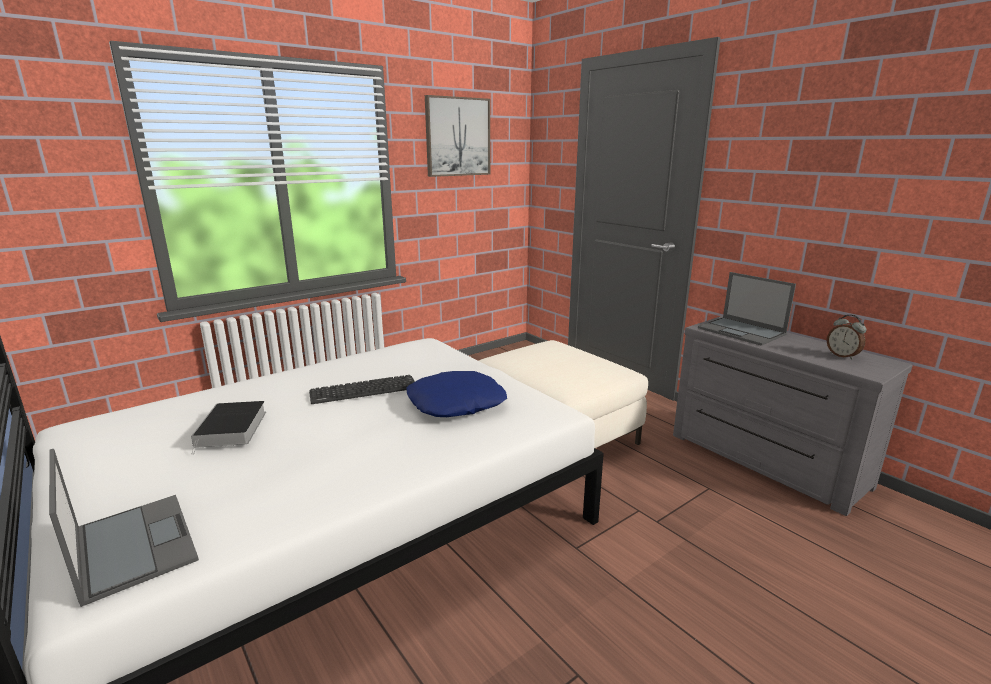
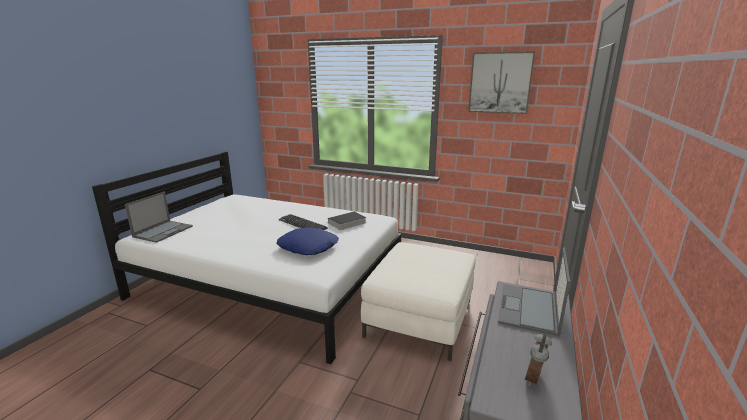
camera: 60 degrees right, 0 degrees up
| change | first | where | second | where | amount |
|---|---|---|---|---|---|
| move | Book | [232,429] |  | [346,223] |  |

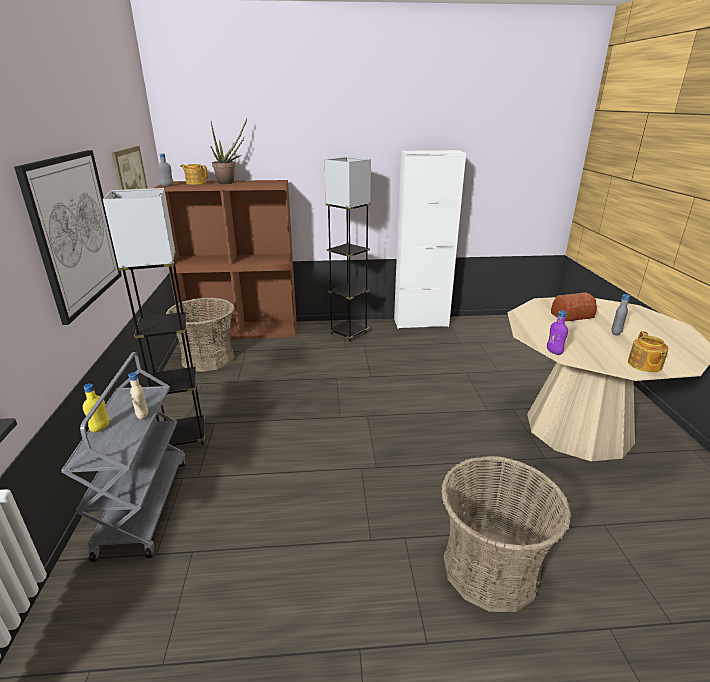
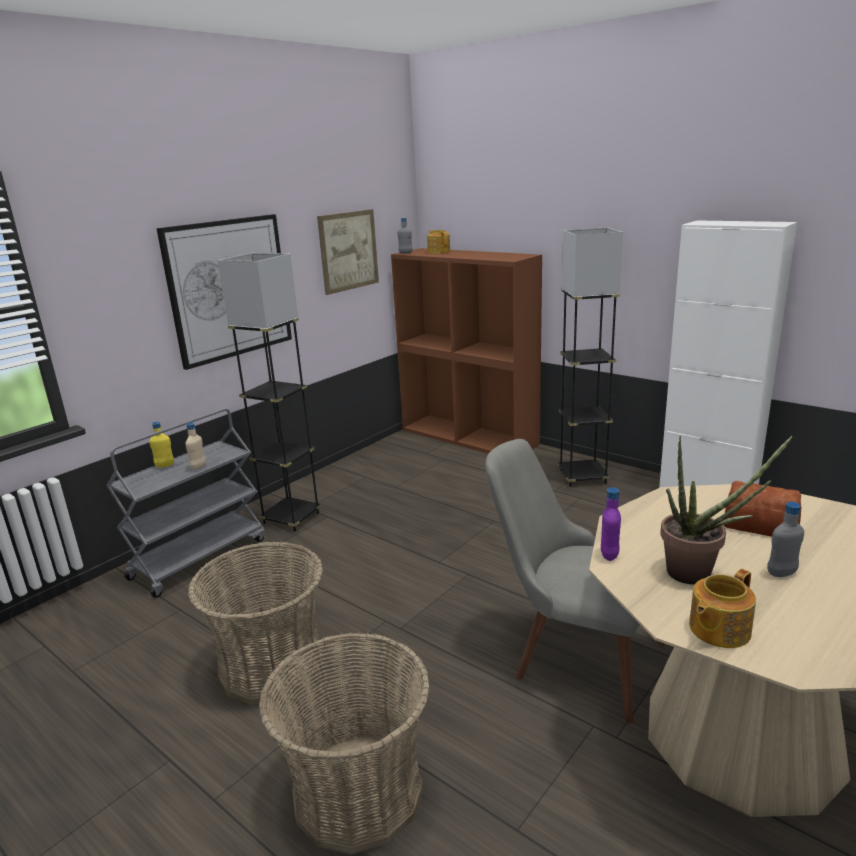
camera: 45 degrees right, 5 degrees down
| change | first | where | second | where | amount |
|---|---|---|---|---|---|
| move | Basket | [208,358] |  | [272,665] |  |
| insert |  |  | GreyChair | [571,655] |  |
| move | PottedPlant | [229,182] |  | [699,574] |  |

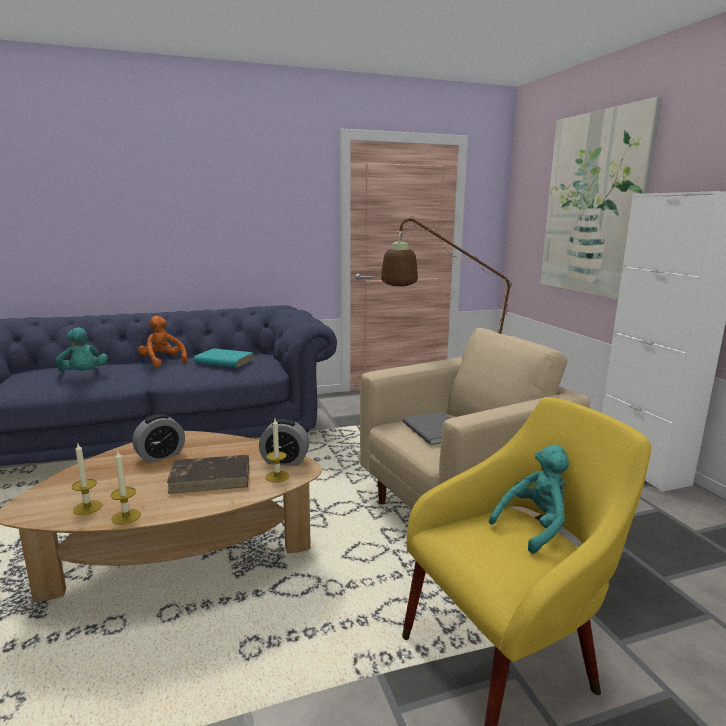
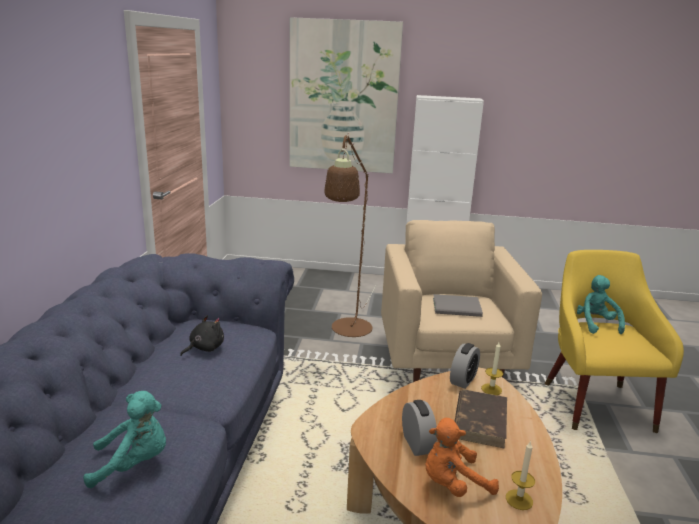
camera: 65 degrees left, 5 degrees up
| change | first | where | second | where | amount |
|---|---|---|---|---|---|
| replace | TurquoiseBook | [224,361] | BlackPlushToy | [204,348] |  |
| move | OrangePlushToy | [162,362] |  | [453,484] |  |
| delete | Candle | [126,517] |  |  |  |

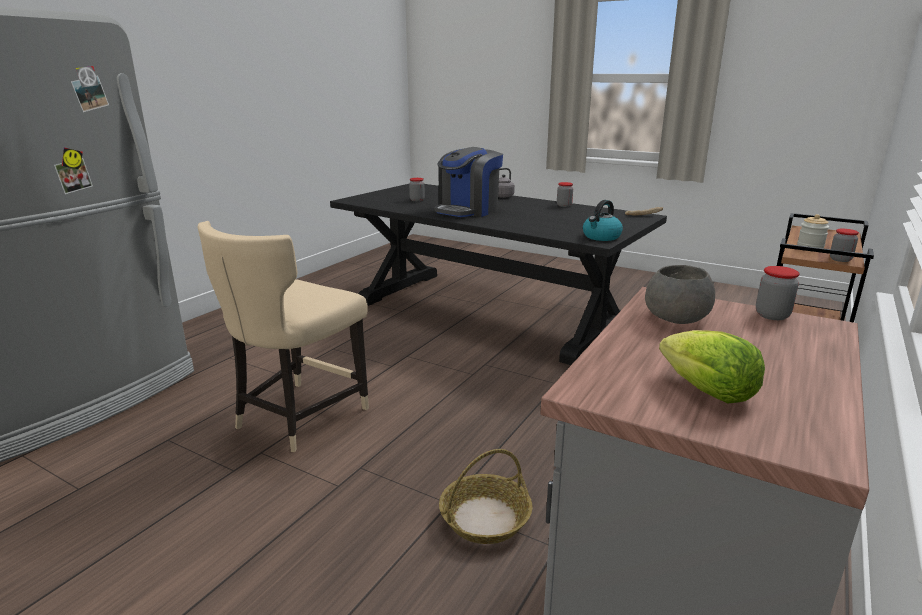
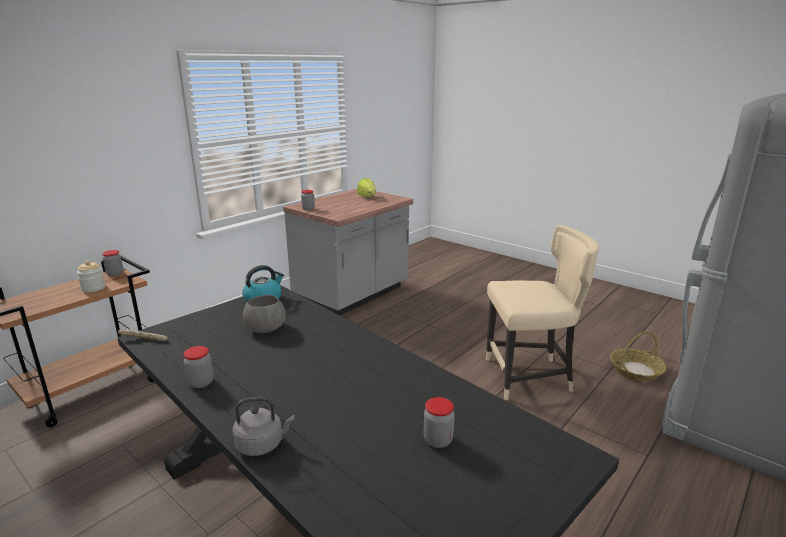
camera: 170 degrees left, 0 degrees up
| change | first | where | second | where | amount |
|---|---|---|---|---|---|
| move | GreyBowl | [677,317] |  | [264,328] |  |
| rotate | BeigeChair | [298,417] |  | [530,377] | 45 degrees clockwise |
| move | Basket | [485,519] |  | [635,370] |  |
| delete | CoffeeMachine | [468,210] |  |  |  |

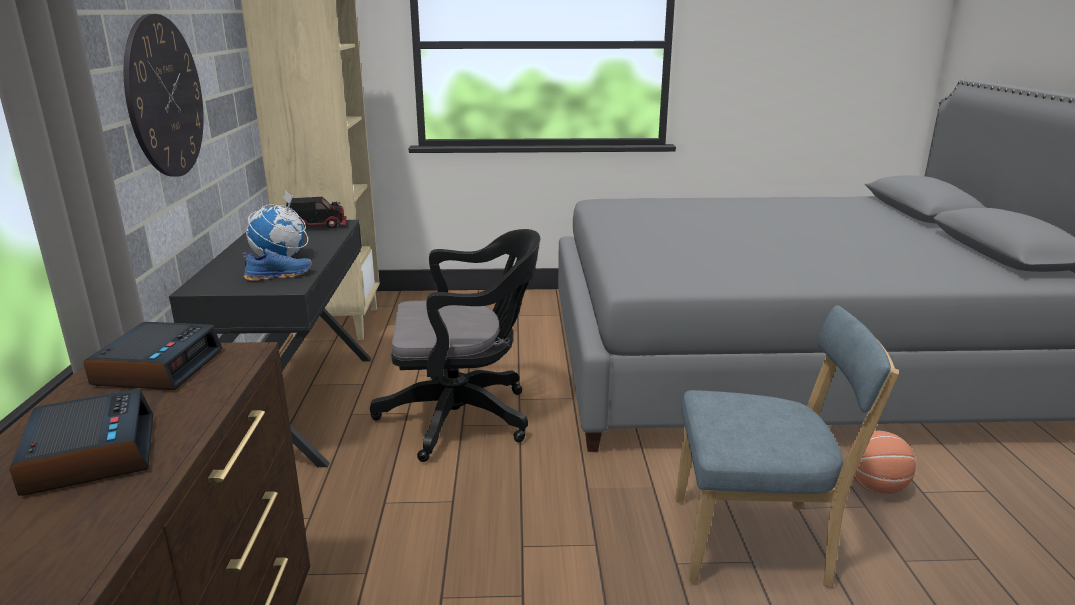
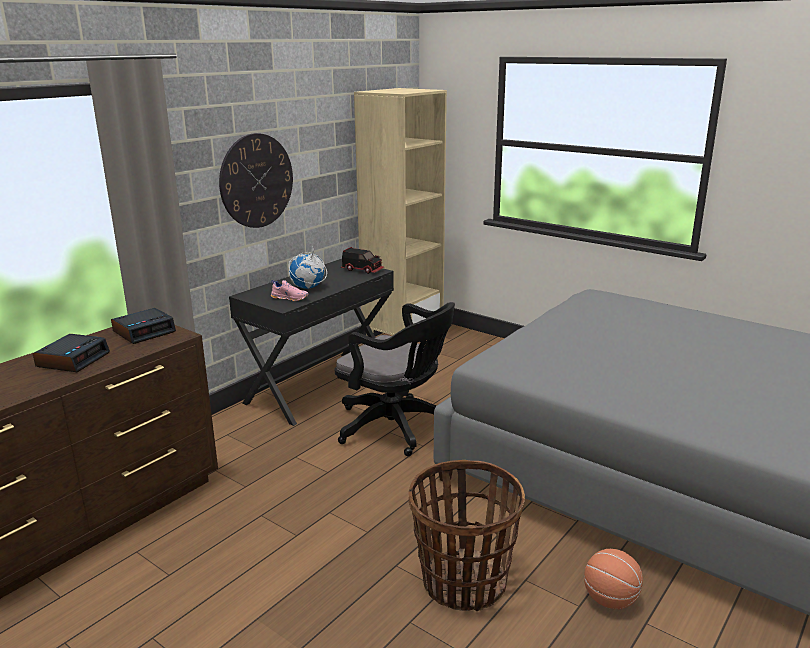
camera: 40 degrees right, 0 degrees up
| change | first | where | second | where | amount |
|---|---|---|---|---|---|
| recolor | BlueShoe | [279,275] | PinkShoe | [290,298] |  |
| replace | BlueChair | [757,542] | Basket | [463,582] |  |

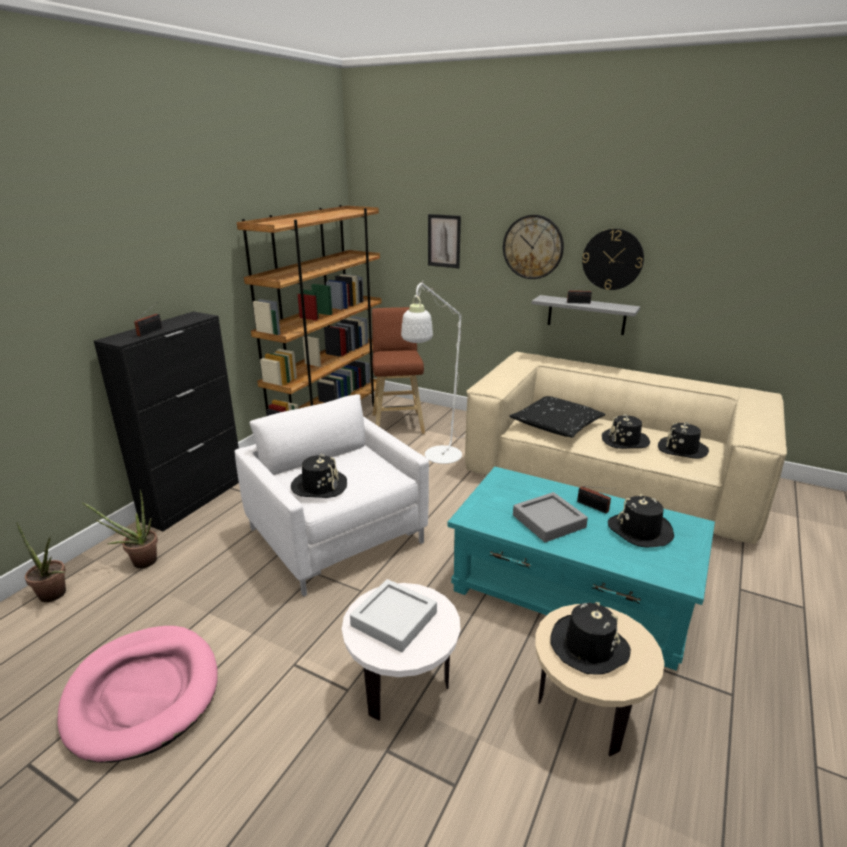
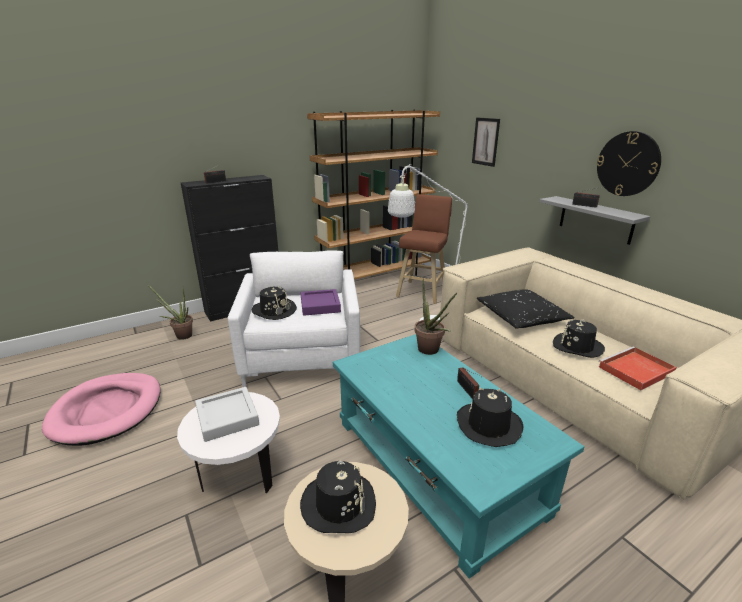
camera: 30 degrees right, 0 degrees up
| change | first | where | second | where | amount |
|---|---|---|---|---|---|
| insert |  |  | PurpleTray | [320,306] |  |
| move | PottedPlant | [55,596] |  | [431,351] |  |
| replace | BlackHat | [682,449] | RedTray | [635,371] |  |
| delete | WallClock | [533,247] |  |  |  |
| delete | GreyTray | [548,521] |  |  |  |

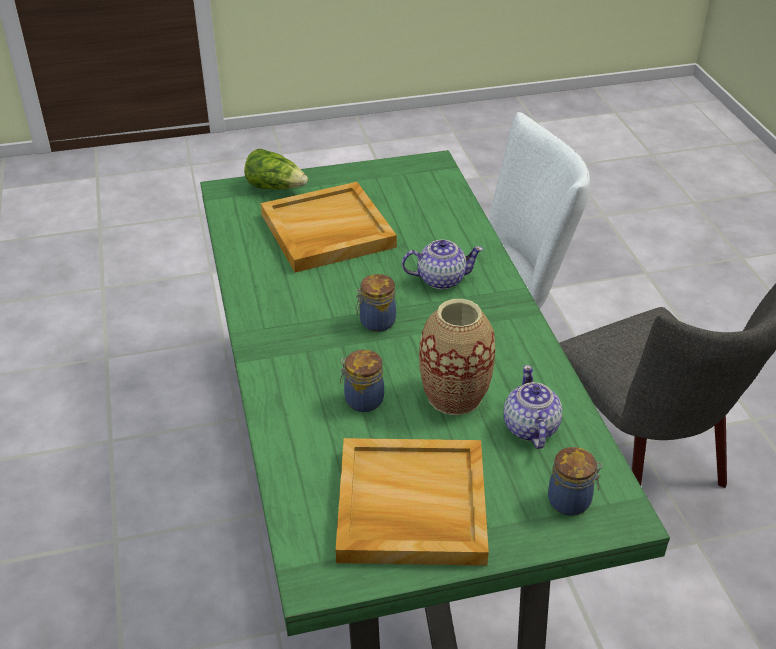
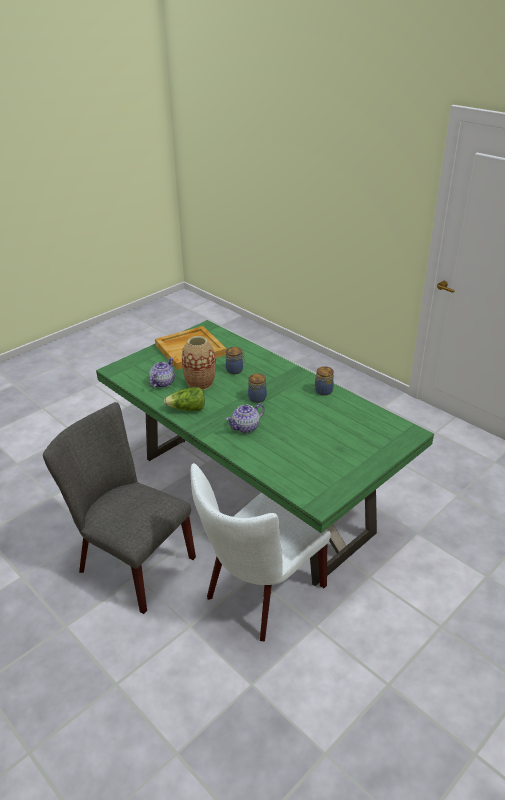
camera: 150 degrees right, 5 degrees down
| change | first | where | second | where | amount |
|---|---|---|---|---|---|
| rotate | Teapot | [530,428] |  | [162,383] | 120 degrees counterclockwise |
| move | Lettuce | [276,187] |  | [187,409] |  |
| move | Jar | [571,501] |  | [323,391] |  |
| delete | BeigeTray | [327,232] |  |  |  |

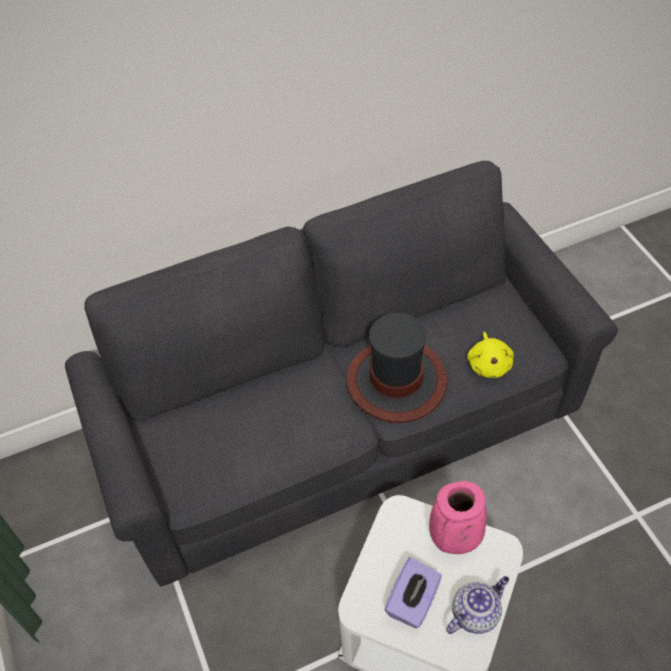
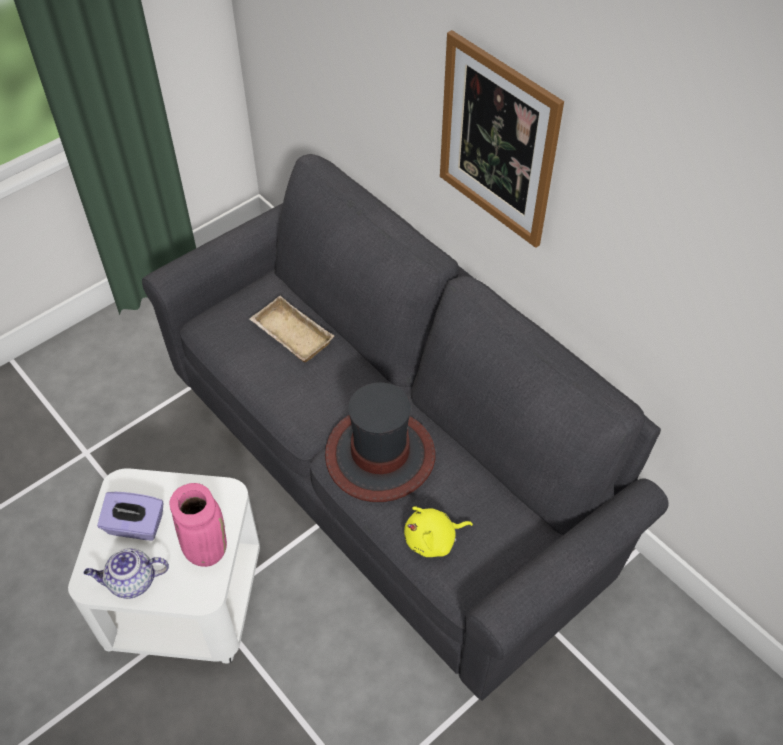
camera: 70 degrees right, 0 degrees up
| change | first | where | second | where | amount |
|---|---|---|---|---|---|
| rotate | Teapot | [475,613] |  | [131,582] | 135 degrees clockwise |
| insert |  |  | BeigeTray | [289,335] |  |
| insert |  |  | Picture | [497,141] |  |

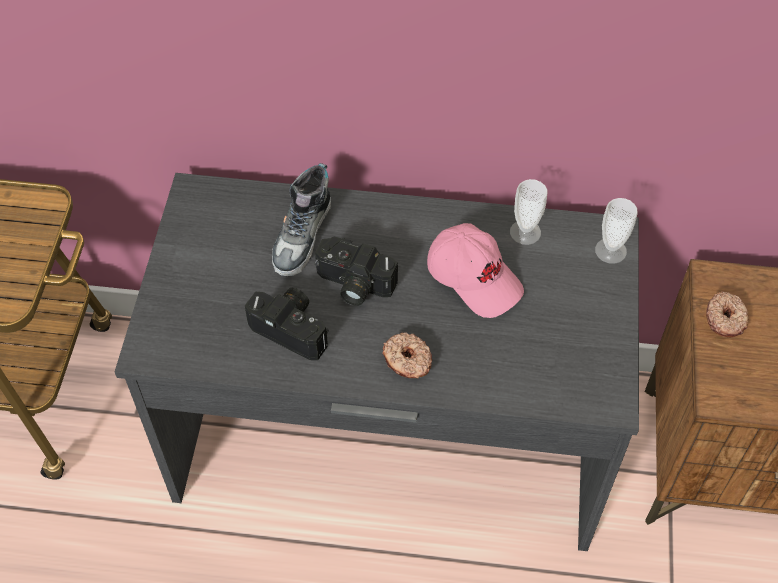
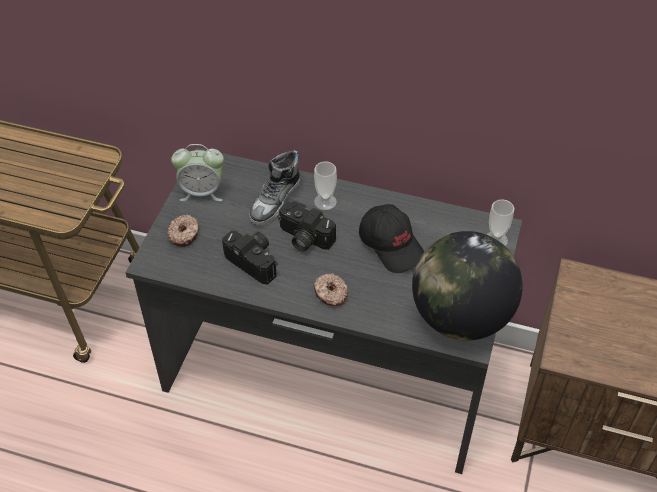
camera: 10 degrees right, 5 degrees down
| change | first | where | second | where | amount |
|---|---|---|---|---|---|
| move | Donut | [725,319] |  | [184,234] |  |
| insert |  |  | AlarmClock | [202,192] |  |
| move | Cup | [525,232] |  | [325,202] |  |
| recolor | PinkCap | [474,278] | BlackCap | [392,245] |  |
| insert |  |  | Globe | [460,317] |  |

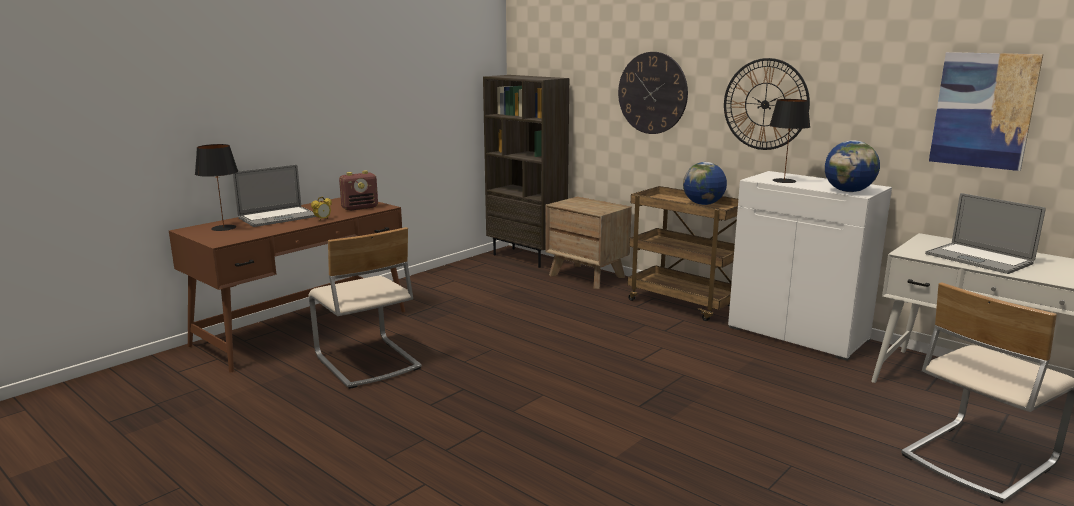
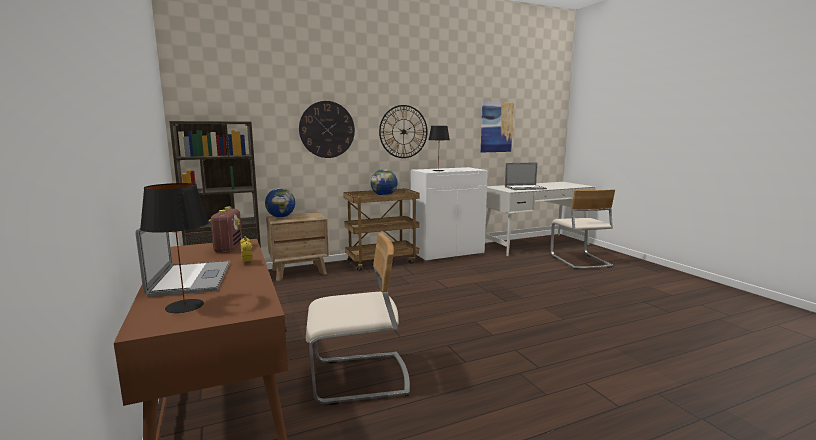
camera: 65 degrees left, 5 degrees down
| change | first | where | second | where | amount |
|---|---|---|---|---|---|
| move | Globe | [848,191] |  | [281,217] |  |

